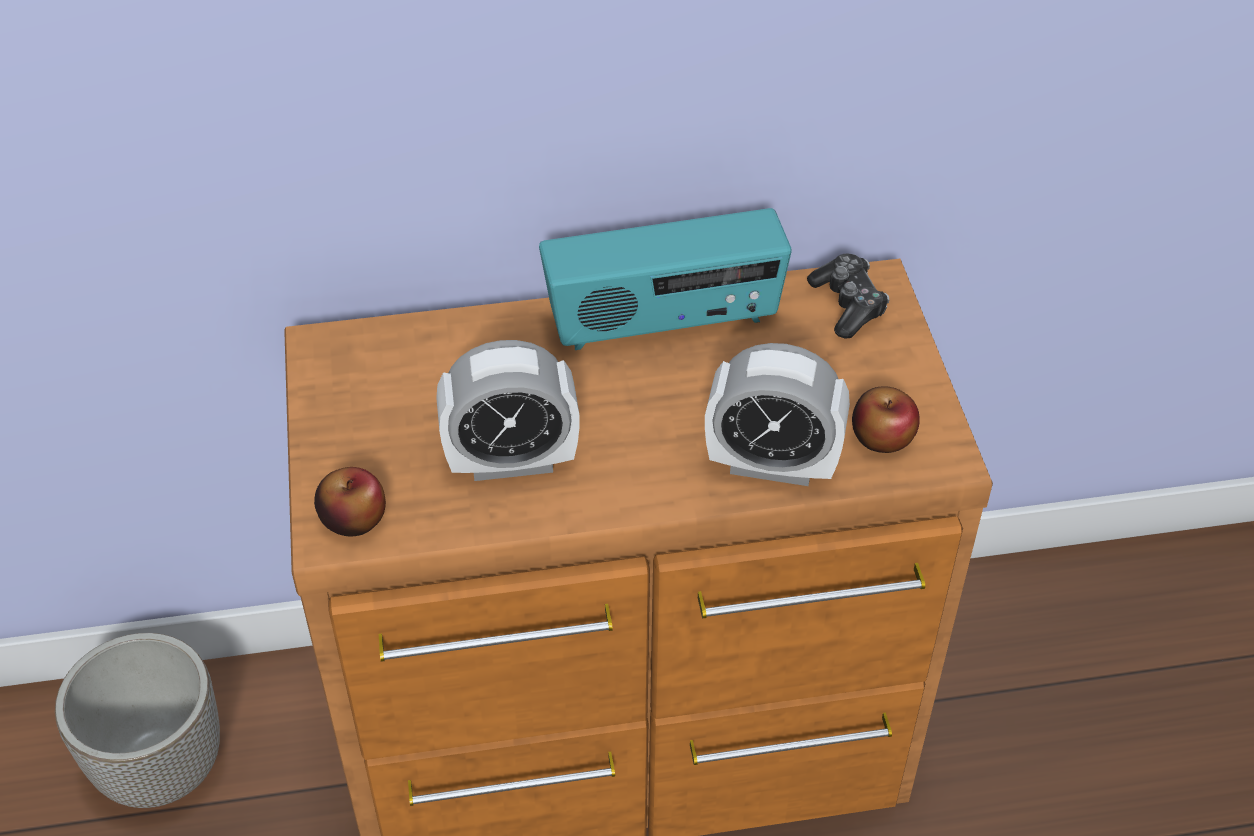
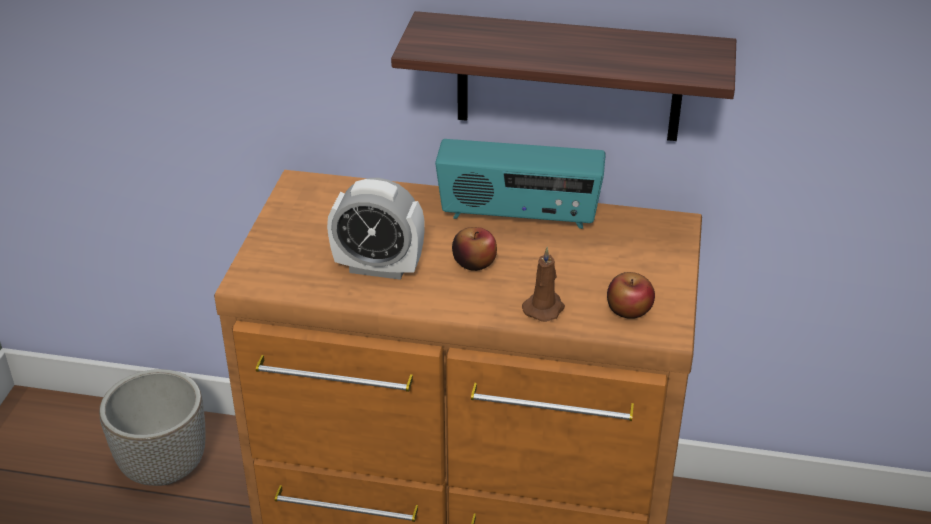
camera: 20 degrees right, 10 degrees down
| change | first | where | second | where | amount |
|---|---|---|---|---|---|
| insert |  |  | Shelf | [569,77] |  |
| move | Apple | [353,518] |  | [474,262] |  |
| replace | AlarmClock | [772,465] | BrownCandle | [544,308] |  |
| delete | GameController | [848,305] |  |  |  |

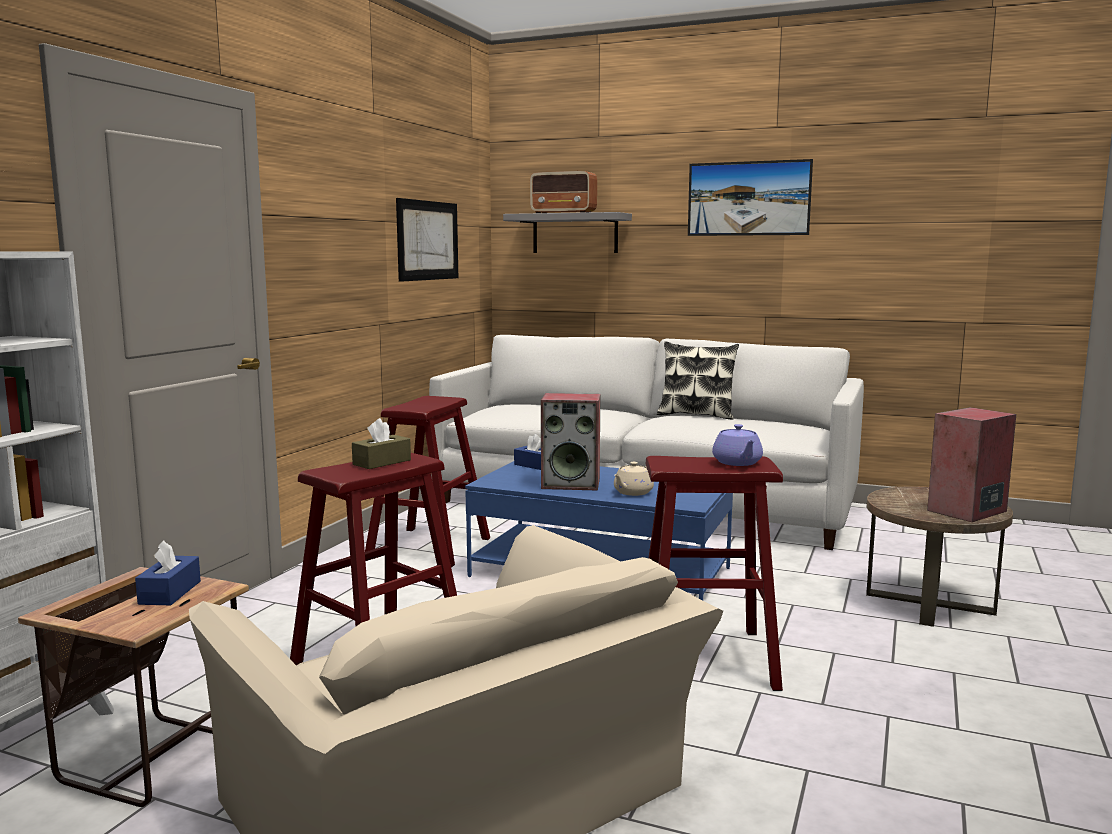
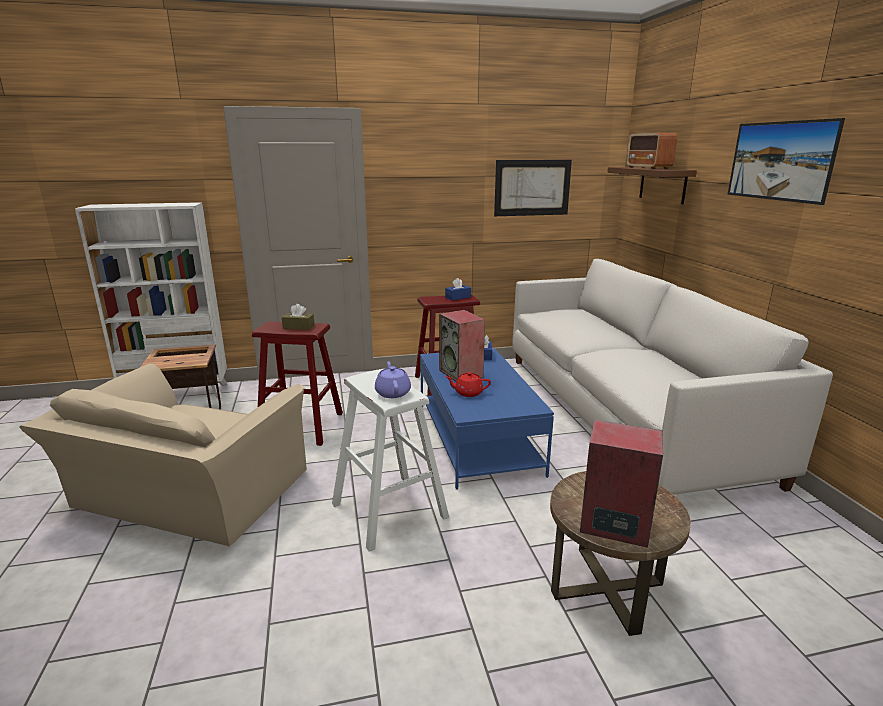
camera: 55 degrees right, 10 degrees up
| change | first | where | second | where | amount |
|---|---|---|---|---|---|
| recolor | RedStool | [705,658] | WhiteStool | [389,510] |  |
| rotate | PurpleTeapot | [737,463] |  | [393,392] | 120 degrees clockwise |
| move | BlueTissueBox | [170,592] |  | [458,297] |  |
| recolor | BeigeTeapot | [632,492] | RedTeapot | [468,393] |  |
| recolor | GreyShelf | [575,233] | BrownShelf | [662,184] |  |
| delete | Pillow | [696,415] |  |  |  |

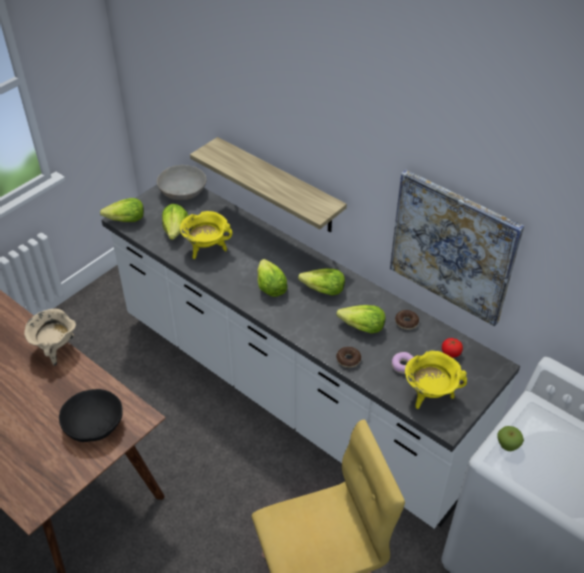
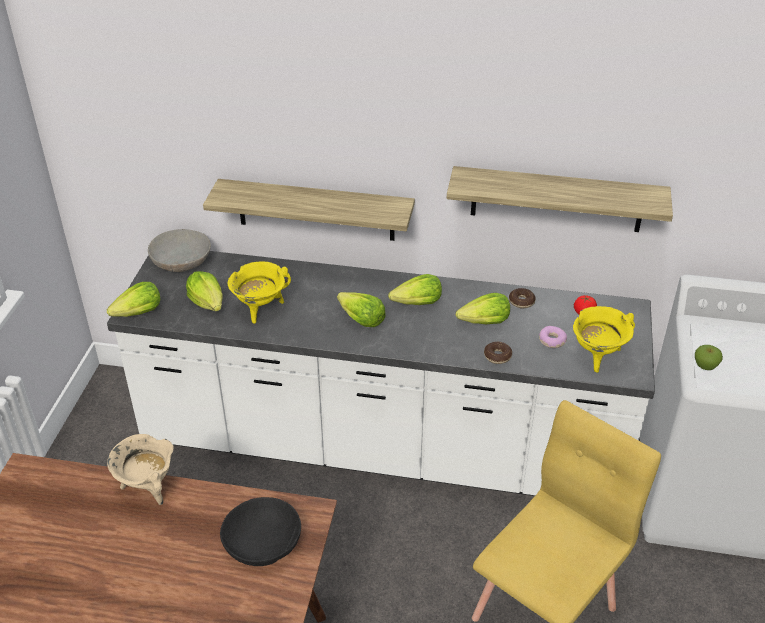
camera: 30 degrees left, 5 degrees down
| change | first | where | second | where | amount |
|---|---|---|---|---|---|
| replace | Picture | [453,247] | Shelf | [556,199] |  |

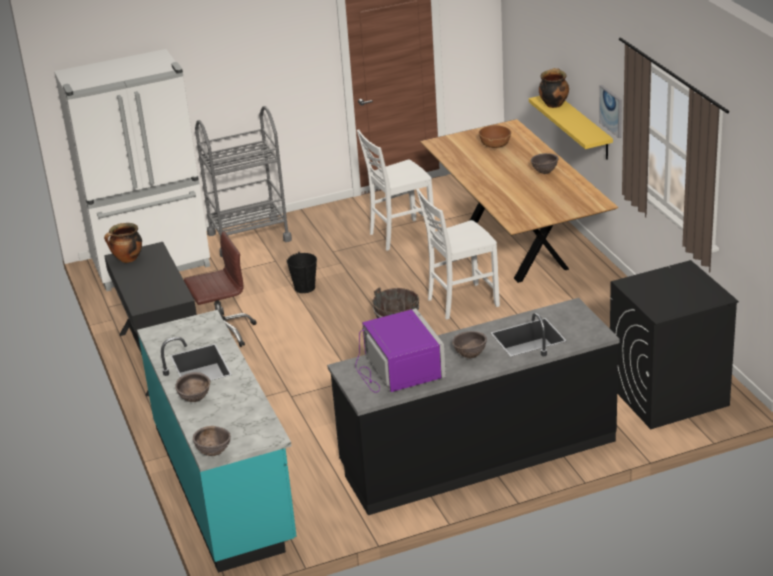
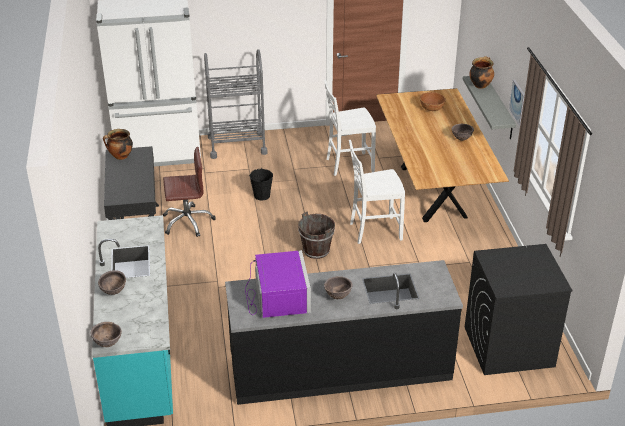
camera: 10 degrees right, 5 degrees up
| change | first | where | second | where | amount |
|---|---|---|---|---|---|
| recolor | YellowShelf | [583,126] | GreyShelf | [499,107] |  |

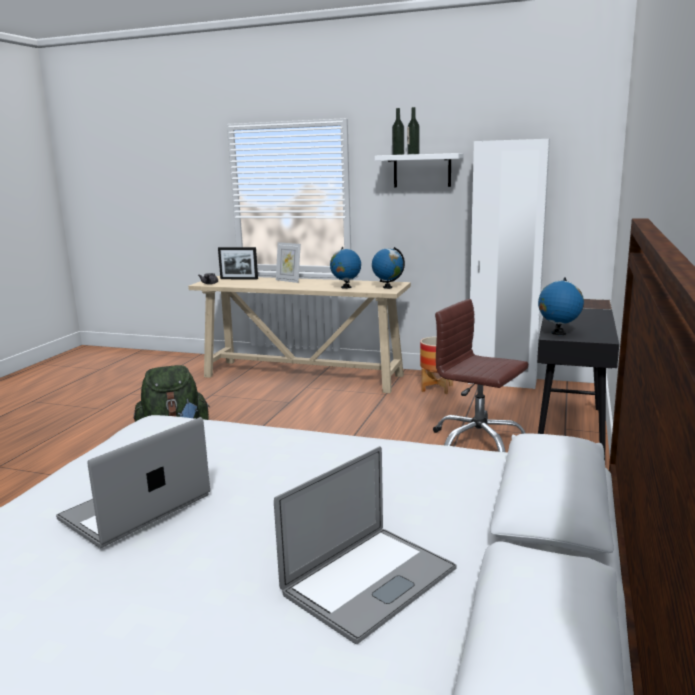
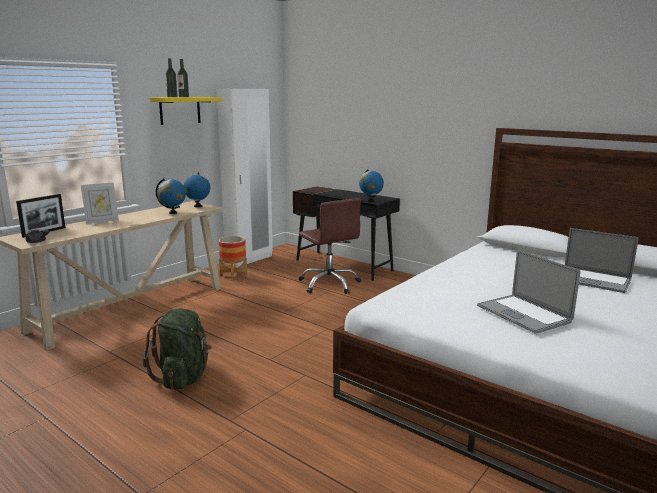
camera: 70 degrees left, 0 degrees up
| change | first | where | second | where | amount |
|---|---|---|---|---|---|
| recolor | WhiteShelf | [422,170] | YellowShelf | [180,110] |  |
| rotate | BrownOfficeChair | [478,442] |  | [329,284] | 90 degrees counterclockwise |
| rotate | Laptop | [369,581] |  | [592,280] | 150 degrees clockwise |

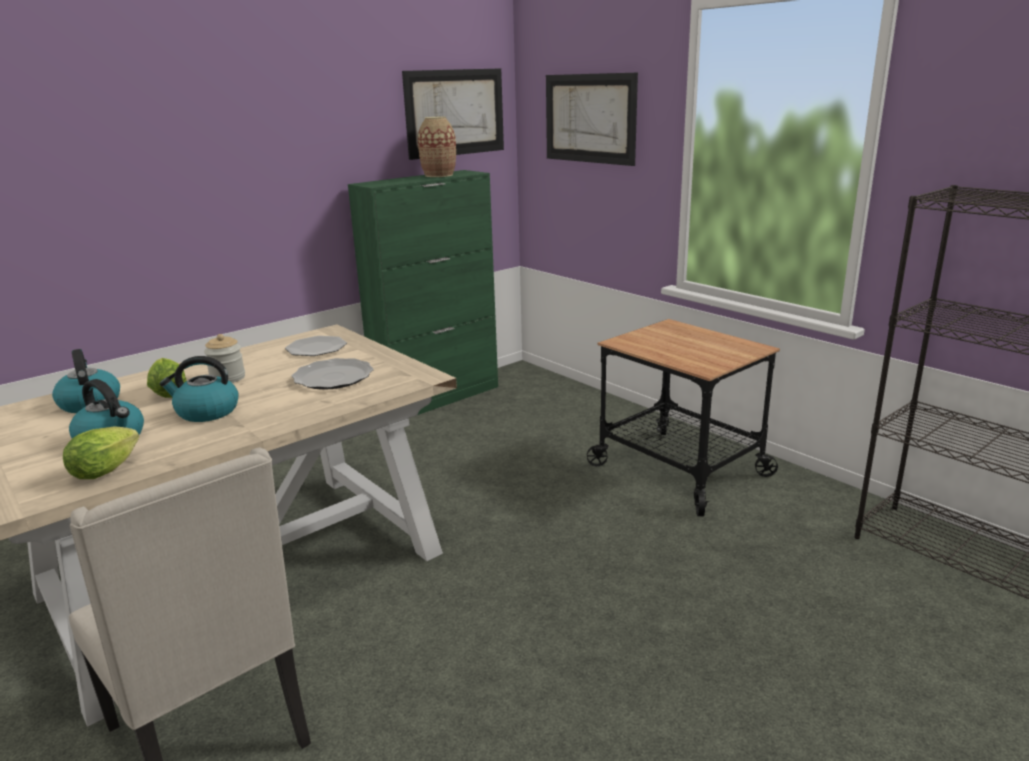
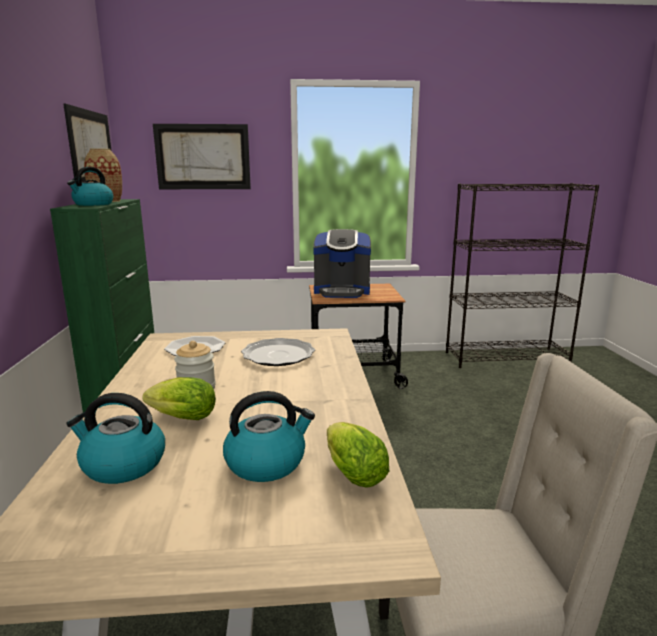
camera: 55 degrees left, 5 degrees down
| change | first | where | second | where | amount |
|---|---|---|---|---|---|
| move | Kettle | [206,412] |  | [93,204] |  |
| insert |  |  | CoffeeMachine | [342,291] |  |

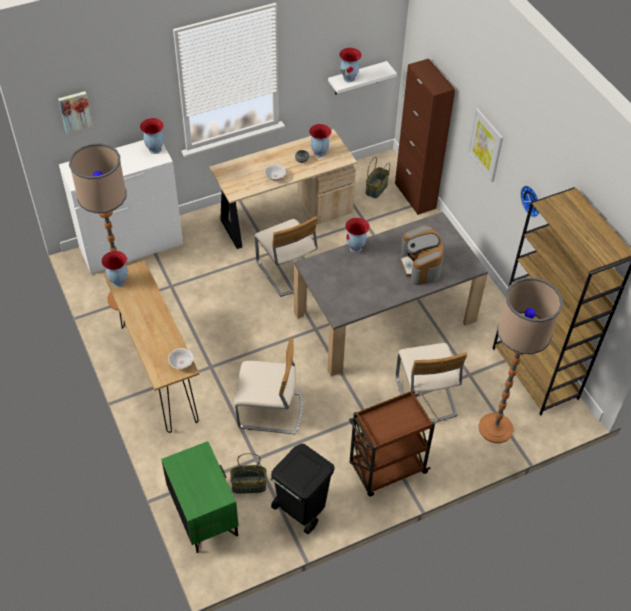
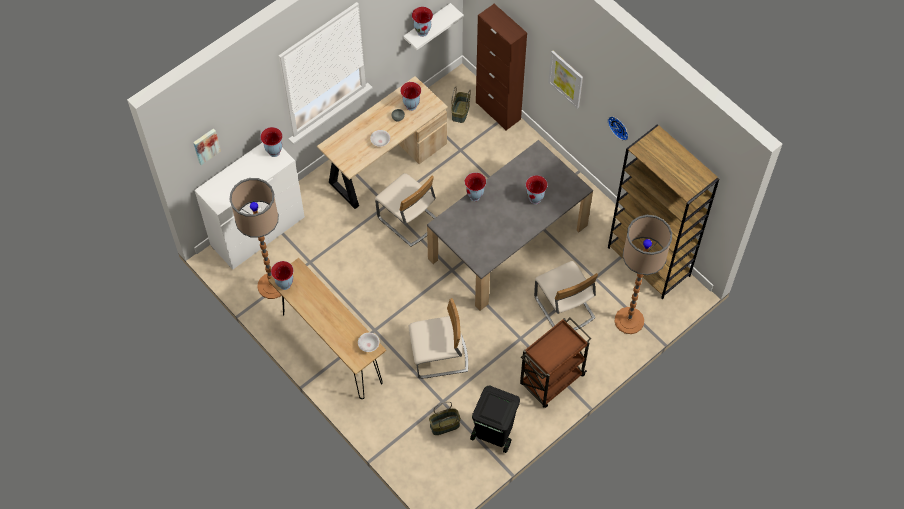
camera: 15 degrees left, 10 degrees up
| change | first | where | second | where | amount |
|---|---|---|---|---|---|
| replace | CoffeeMachine | [420,265] | Vase | [535,199] |  |
| delete | GreenNightstand | [203,515] |  |  |  |

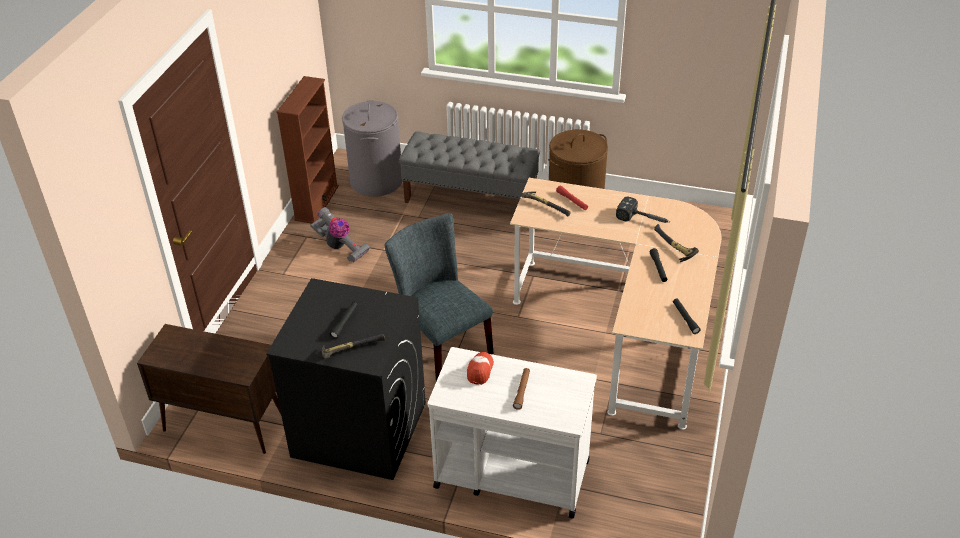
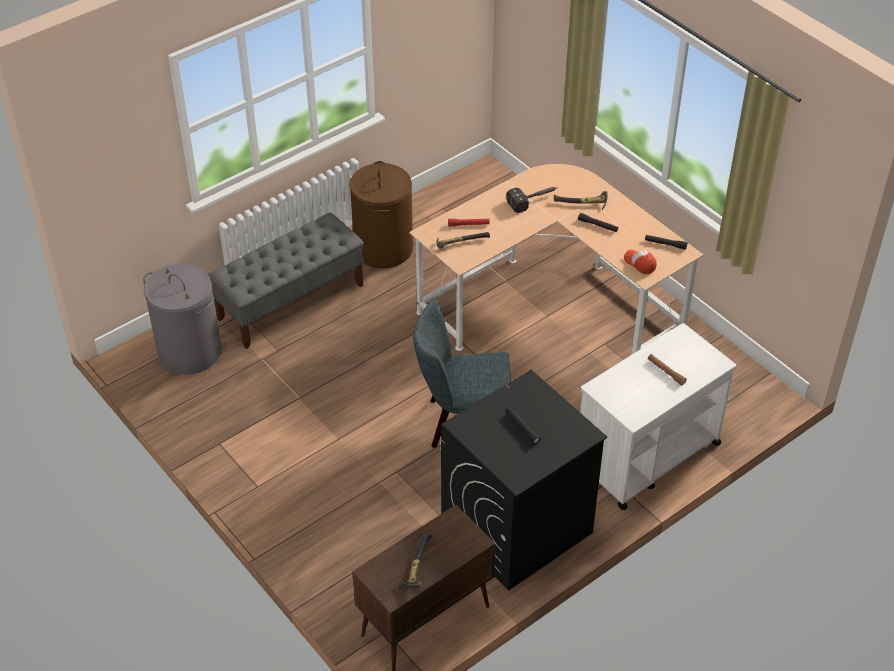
camera: 55 degrees left, 5 degrees up
| change | first | where | second | where | amount |
|---|---|---|---|---|---|
| move | Hammer | [350,349] |  | [416,566] |  |
| move | Cap | [480,370] |  | [640,263] |  |
| delete | BrownBookcase | [316,203] |  |  |  |
| delete | VacuumCleaner | [340,247] |  |  |  |

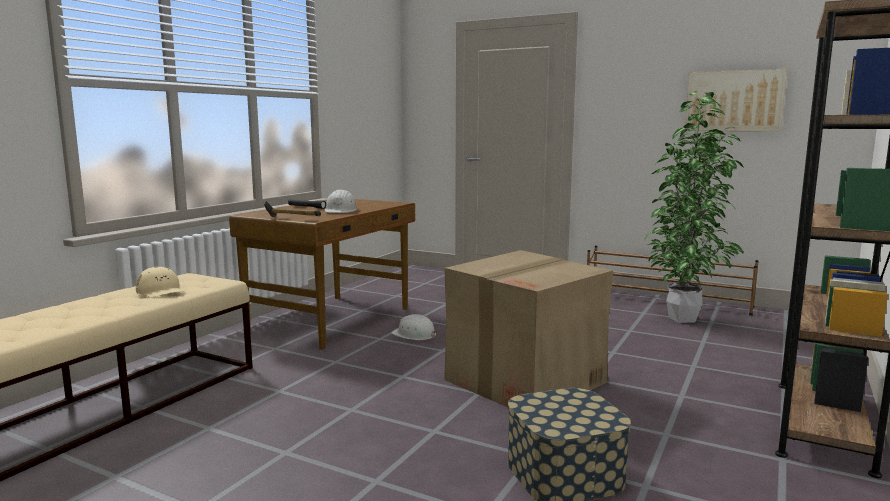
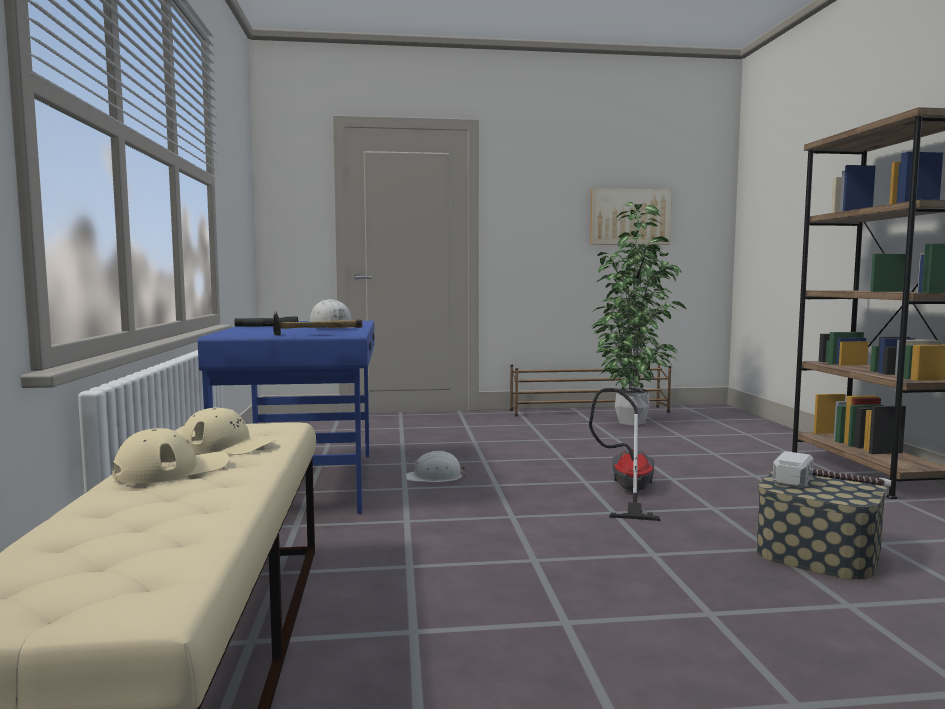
camera: 35 degrees left, 5 degrees down
| change | first | where | second | where | amount |
|---|---|---|---|---|---|
| insert |  |  | BeigeCap | [172,469] |  |
| recolor | BrownDesk | [333,320] | BlueDesk | [304,482] |  |
| replace | CardboardBox | [526,380] | VacuumCleaner | [628,492] |  |
| insert |  |  | Hammer | [830,487] |  |

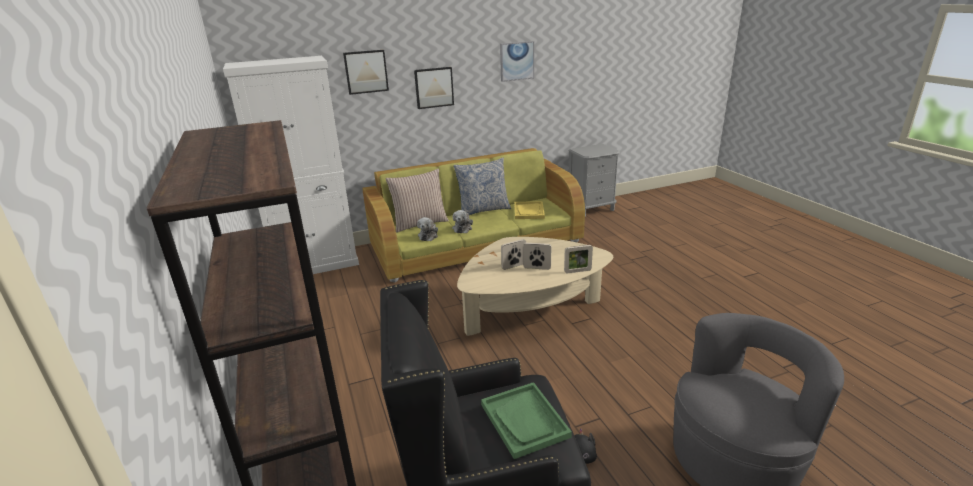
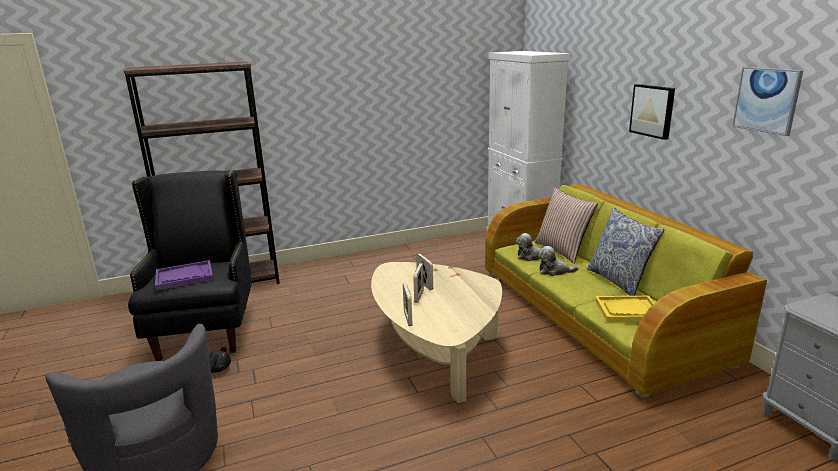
camera: 90 degrees right, 5 degrees down
| change | first | where | second | where | amount |
|---|---|---|---|---|---|
| recolor | GreenTray | [524,421] | PurpleTray | [184,277] |  |
| delete | Picture | [366,71] |  |  |  |

